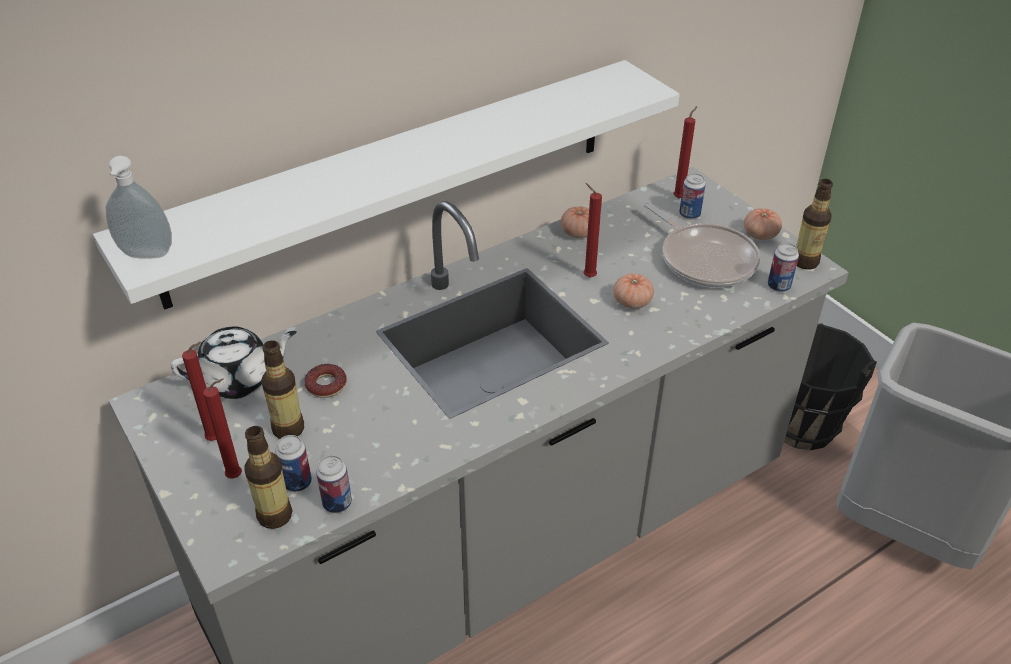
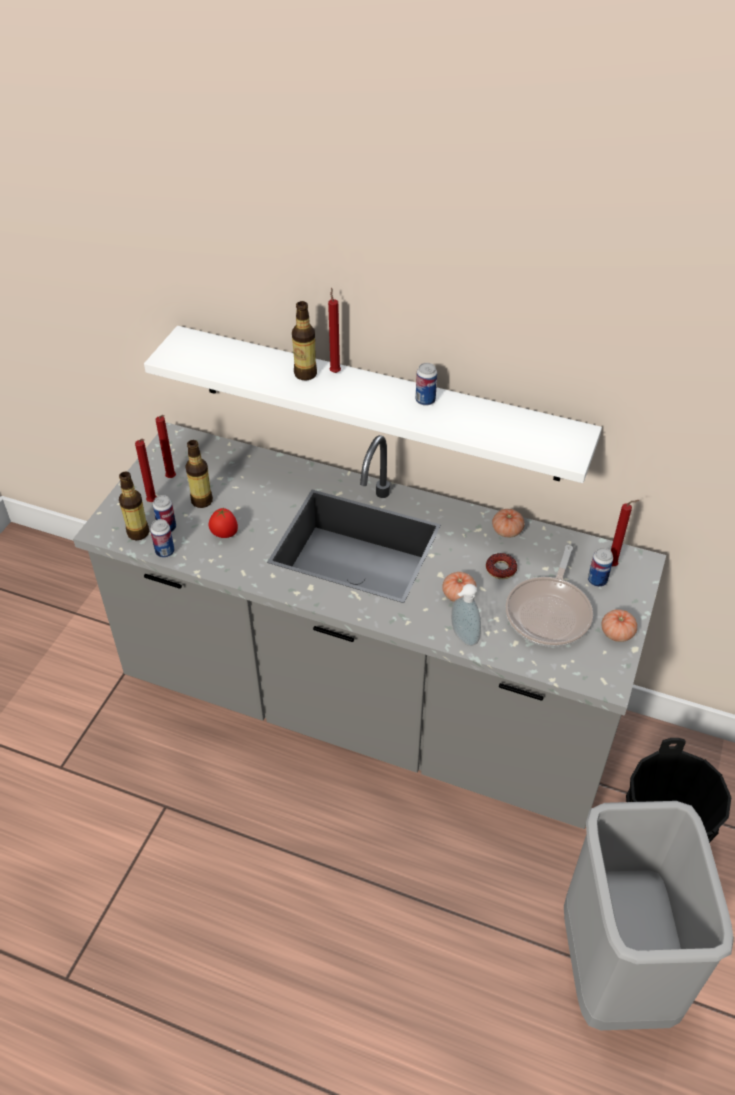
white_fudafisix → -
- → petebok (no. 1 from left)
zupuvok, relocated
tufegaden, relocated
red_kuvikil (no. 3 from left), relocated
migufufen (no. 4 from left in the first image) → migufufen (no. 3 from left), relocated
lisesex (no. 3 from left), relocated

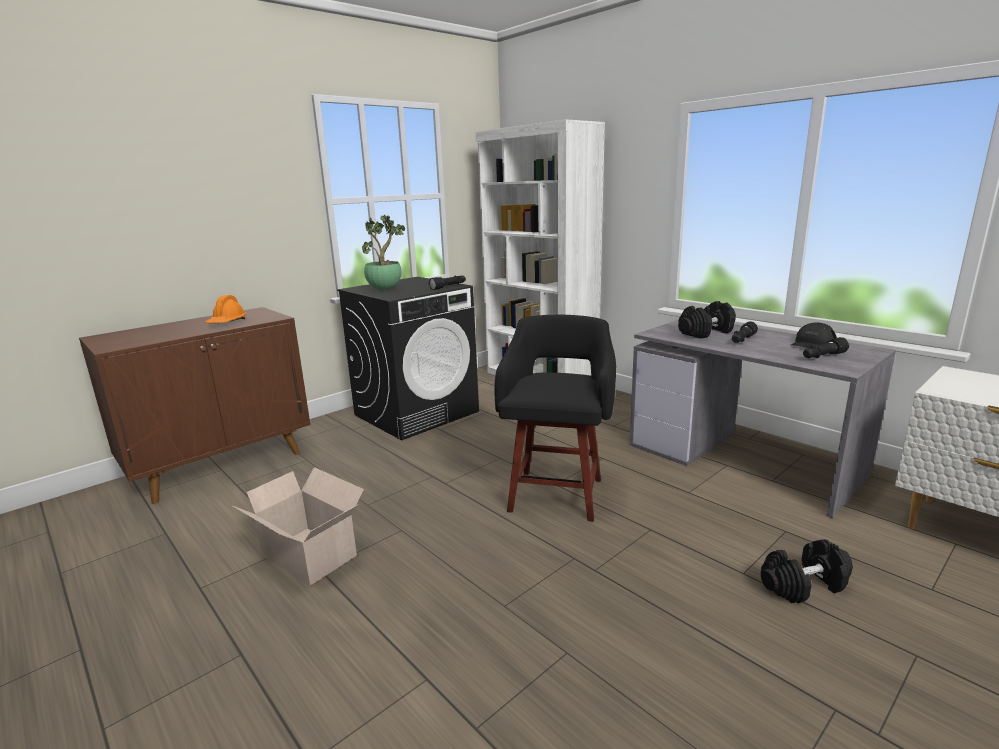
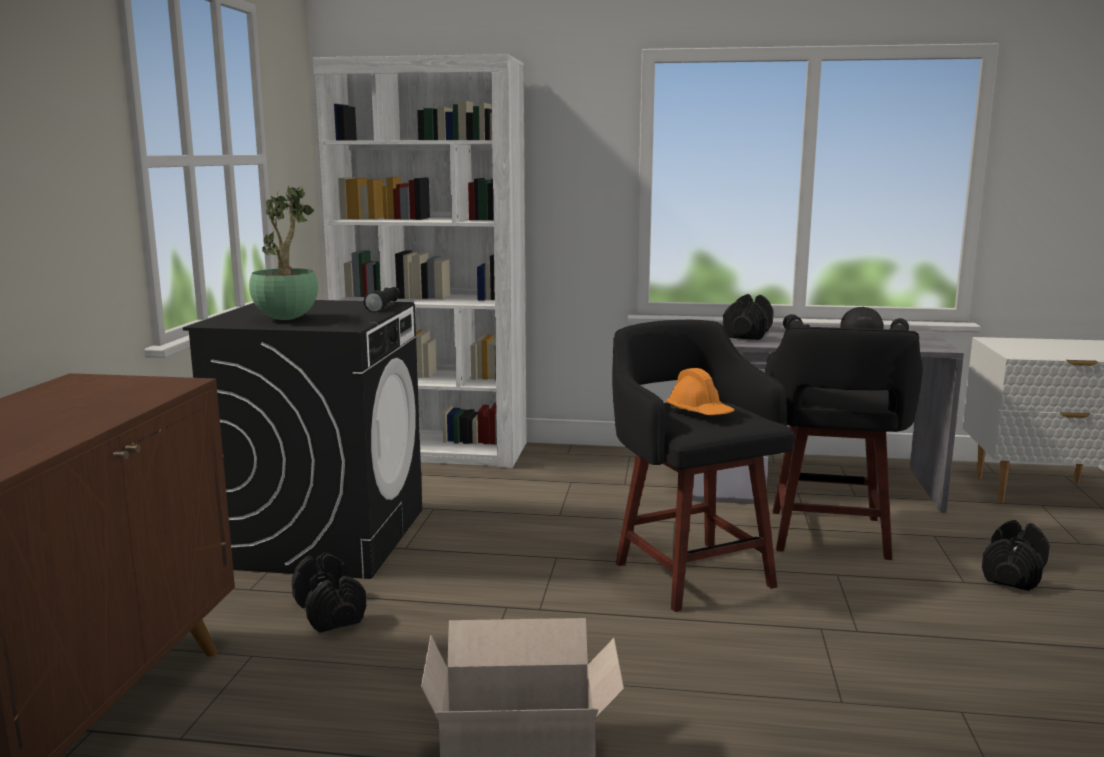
- → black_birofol (no. 1 from left)
- → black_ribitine (no. 2 from left)
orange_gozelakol, relocated

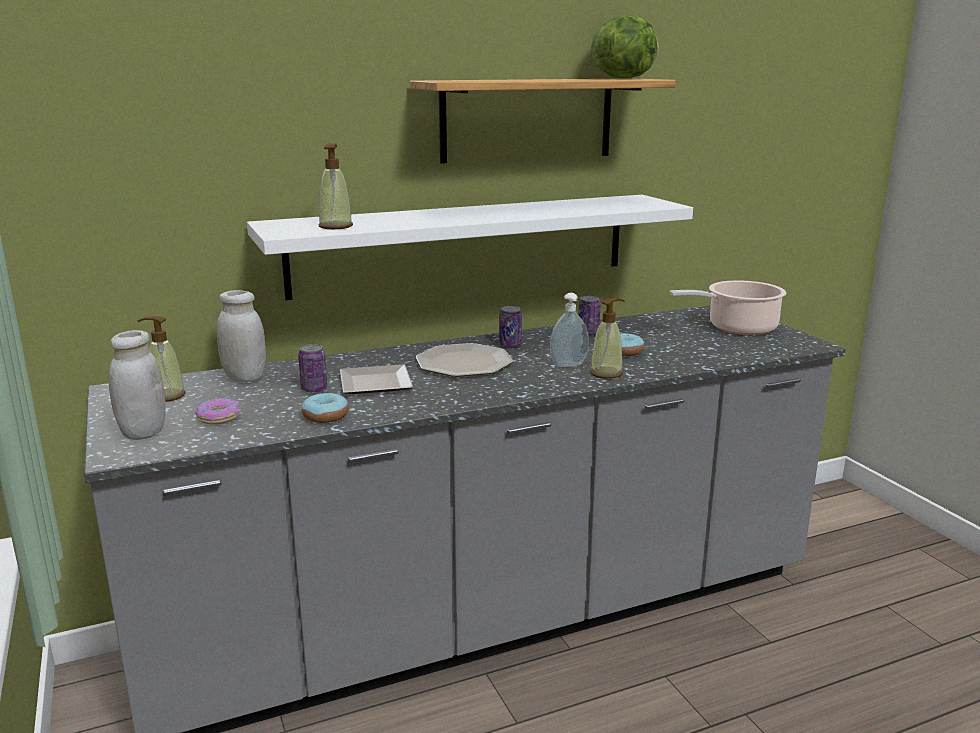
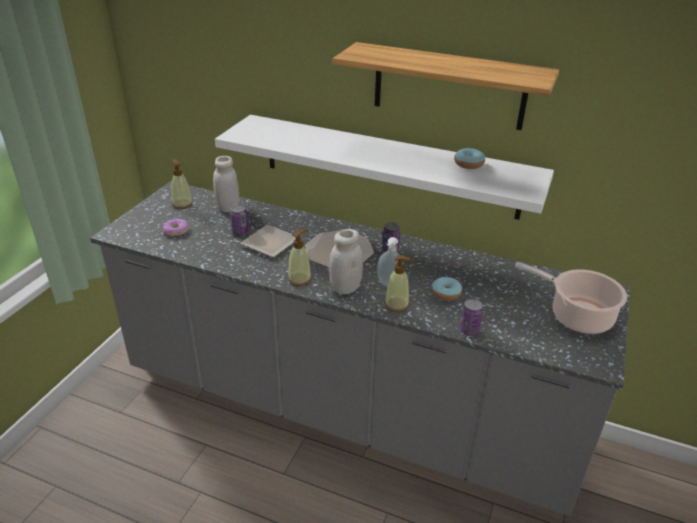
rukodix → -
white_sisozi (no. 1 from left in the first image) → white_sisozi (no. 2 from left), relocated
tufegaden (no. 2 from left in the first image) → tufegaden (no. 3 from left), relocated
zupuvok (no. 2 from left), relocated
migufufen (no. 3 from left), relocated

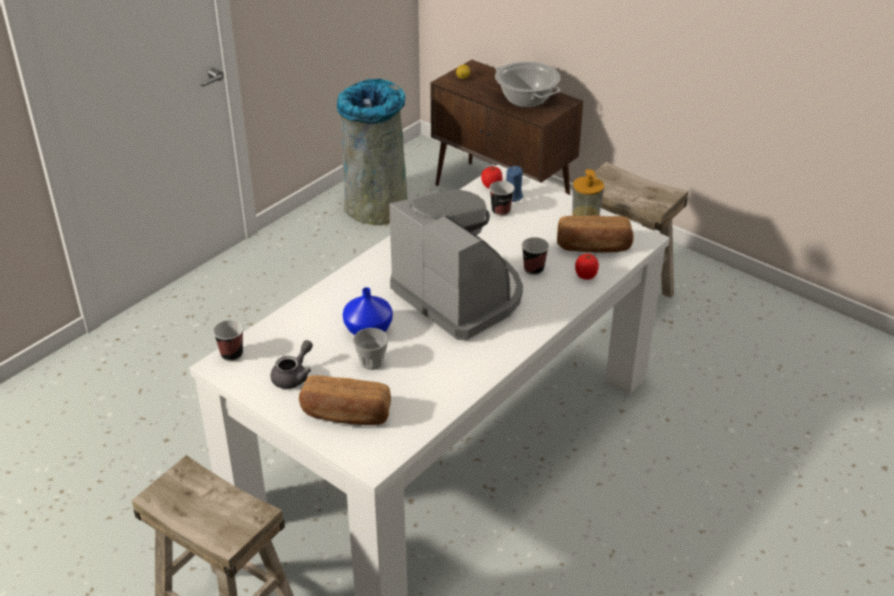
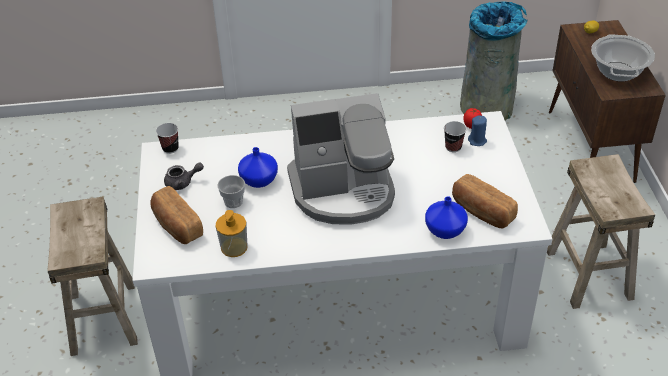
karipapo (no. 4 from left) → -
zupuvok, relocated
petebok (no. 2 from left) → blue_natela (no. 2 from left)
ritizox, 75 degrees clockwise

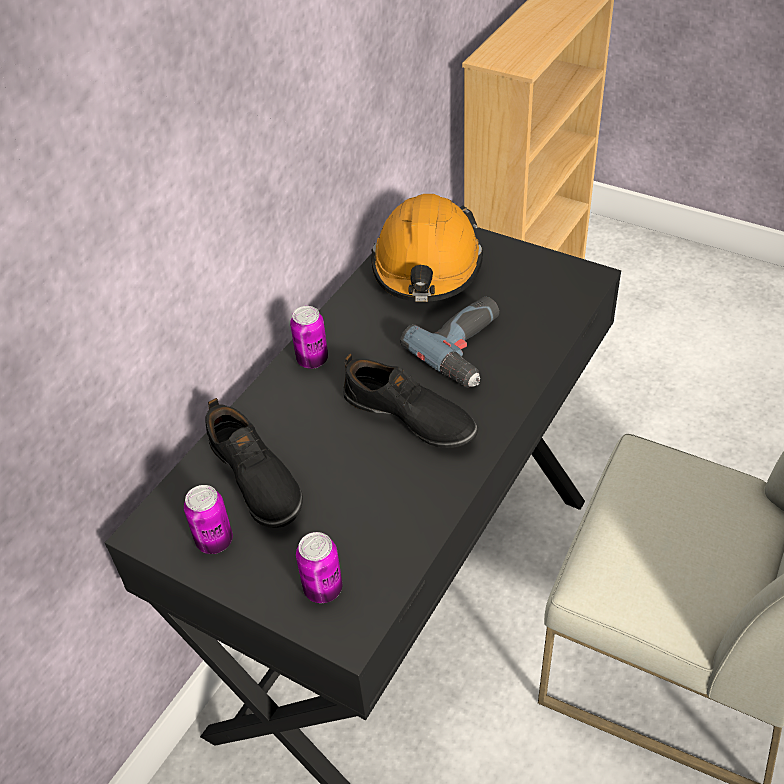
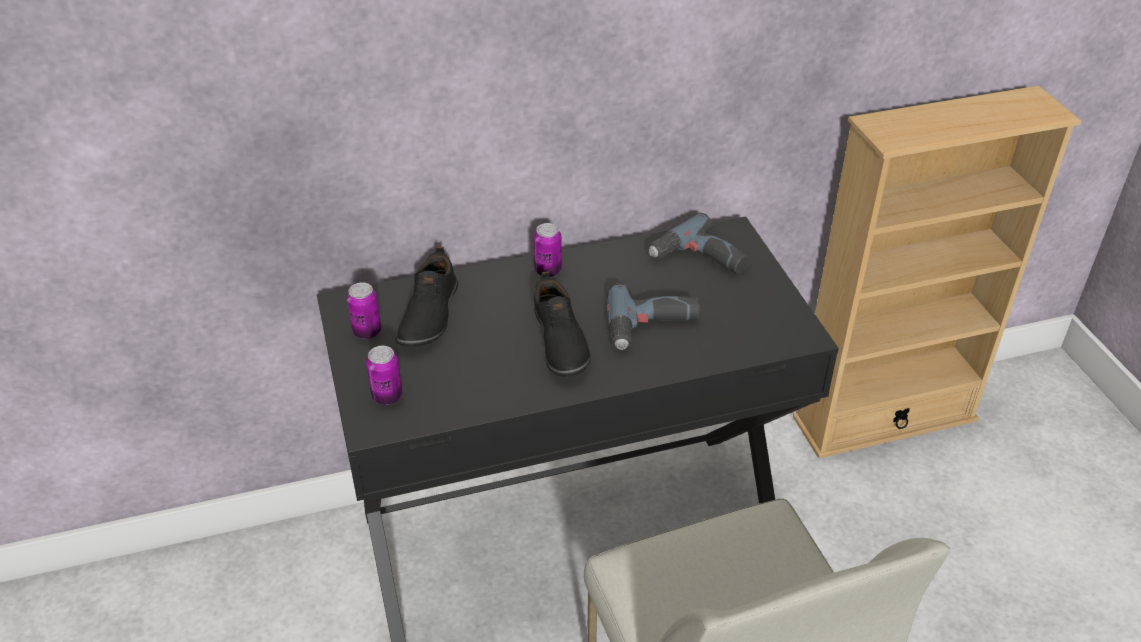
orange_gozelakol → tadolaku (no. 2 from left)

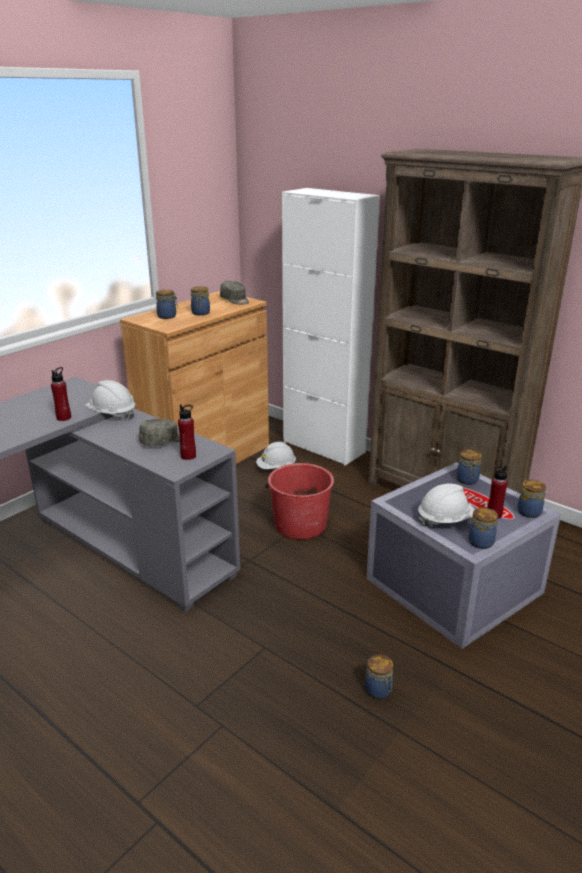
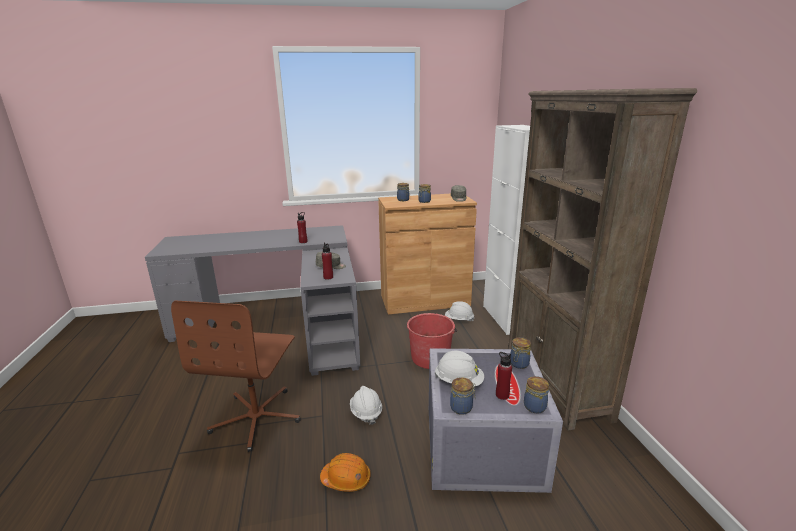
- → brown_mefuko
white_gozelakol (no. 1 from left), relocated
sisozi (no. 3 from left) → orange_gozelakol

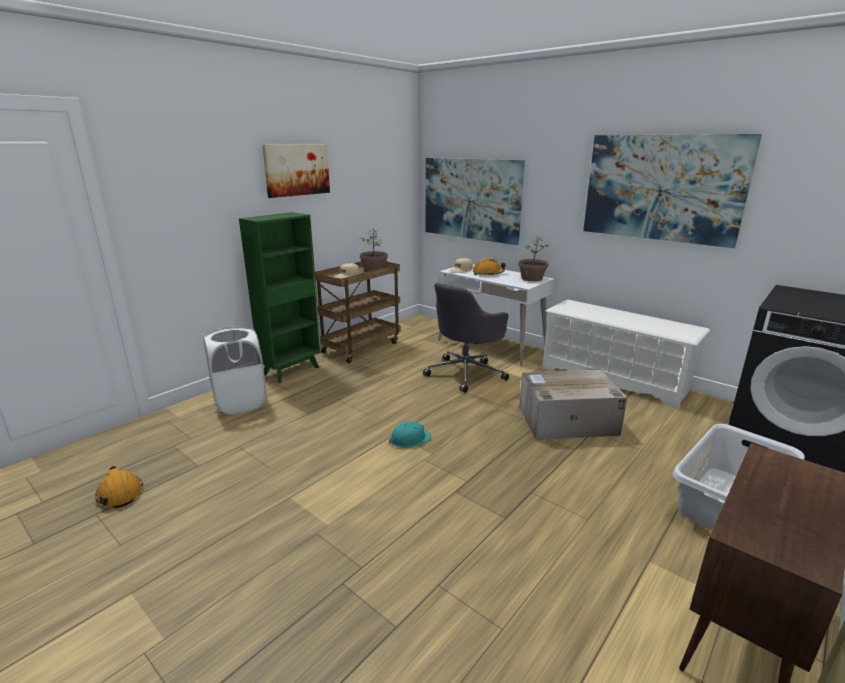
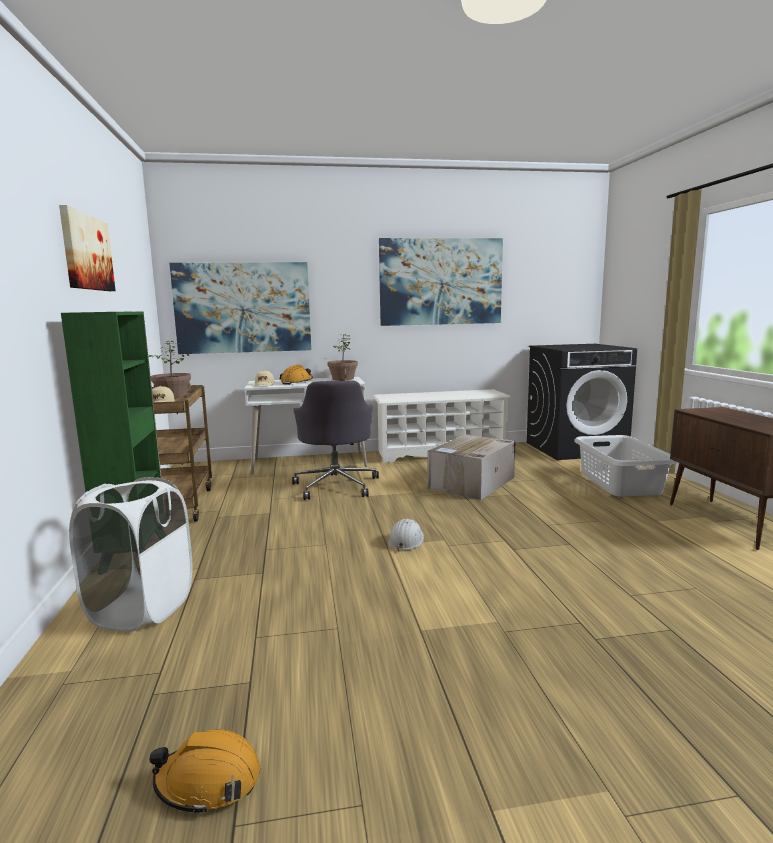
turquoise_gozelakol → white_gozelakol

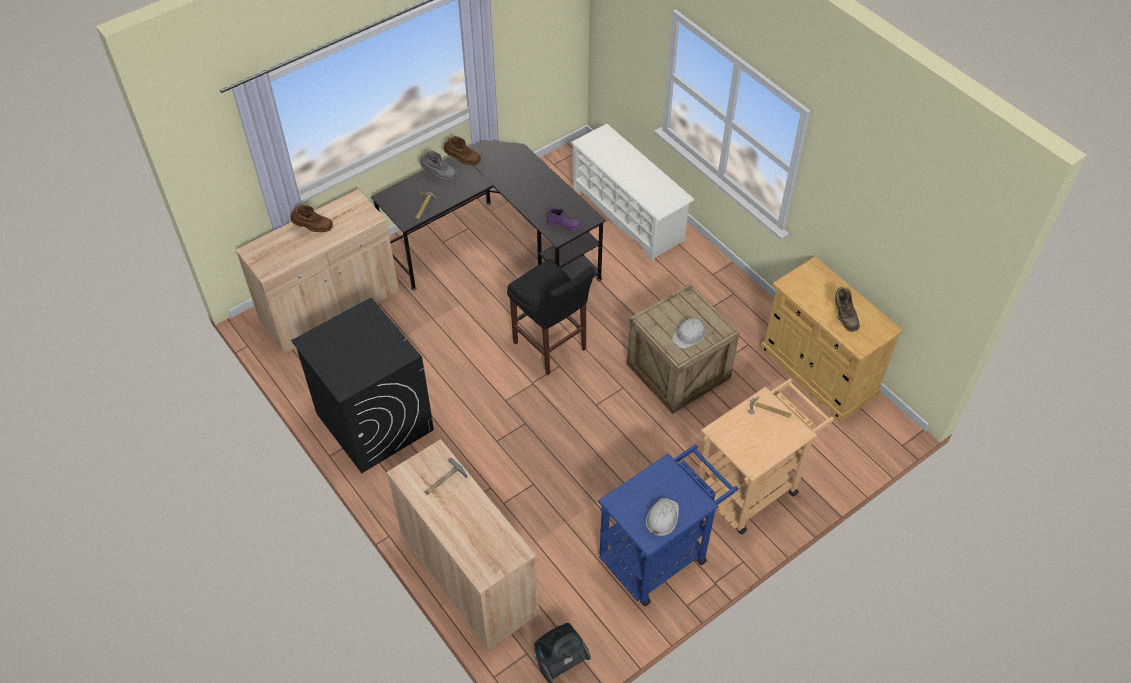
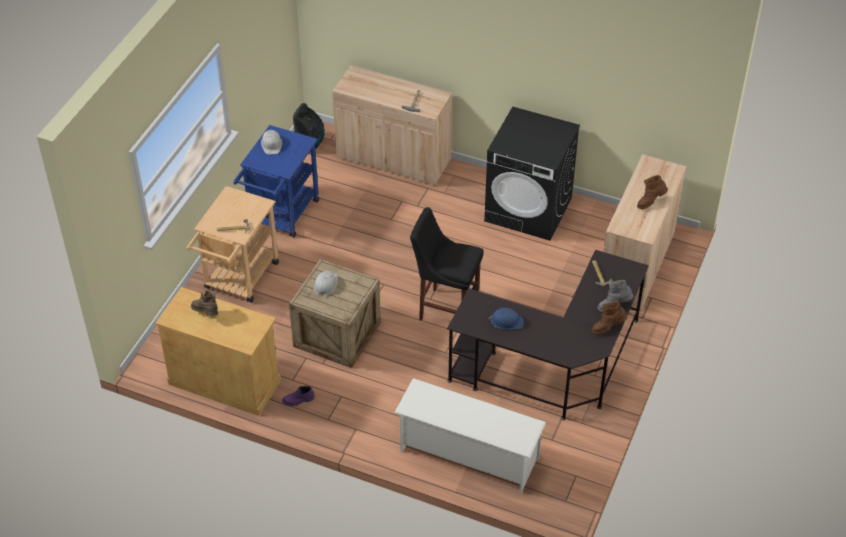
- → blue_gozelakol
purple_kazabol, relocated

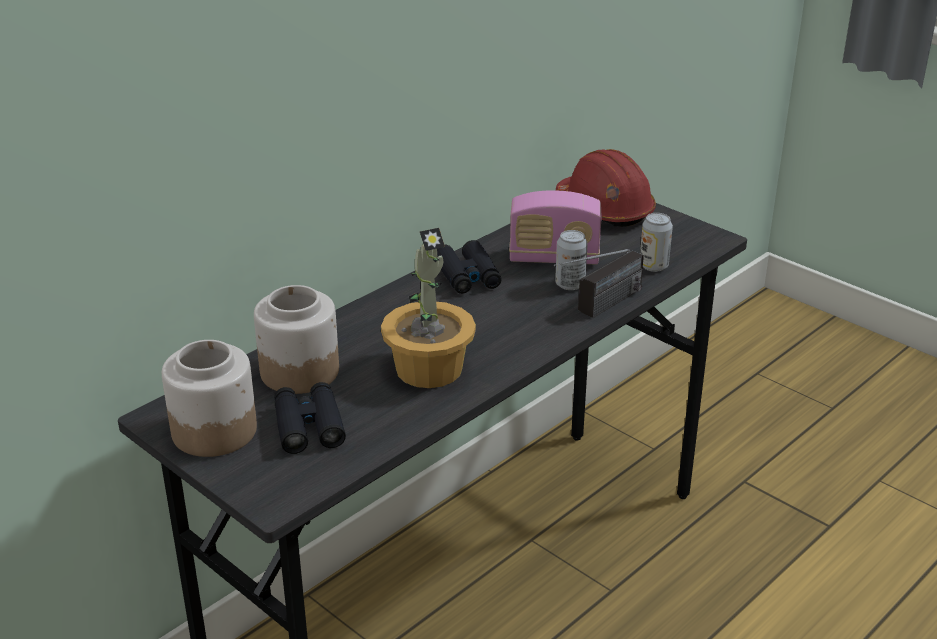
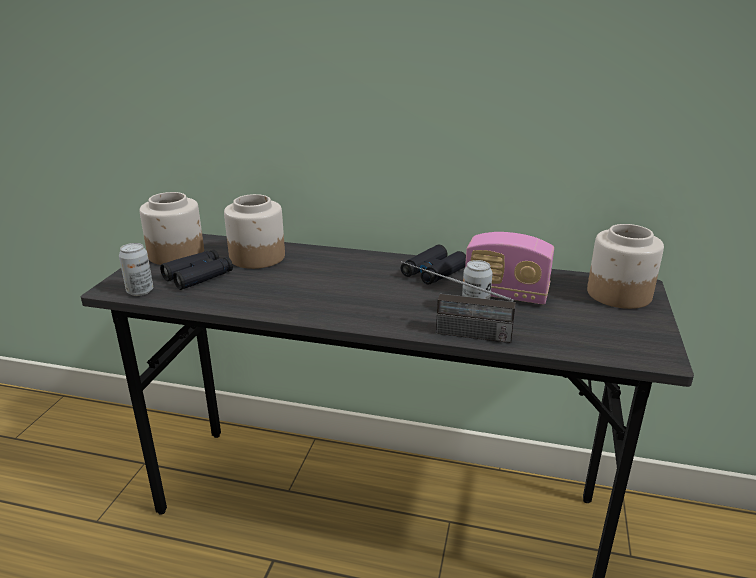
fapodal → -
migufufen (no. 2 from left in the first image) → migufufen (no. 1 from left), relocated
red_gozelakol → sisozi (no. 3 from left)
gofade (no. 1 from left in the first image) → gofade (no. 2 from left), 45 degrees counterclockwise

